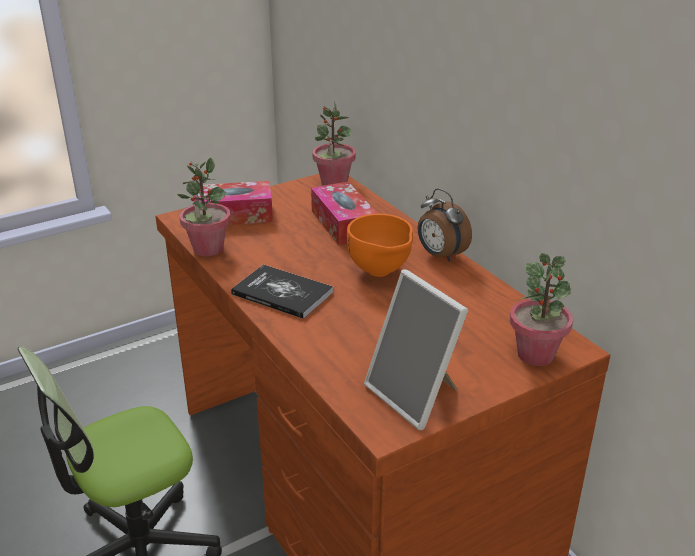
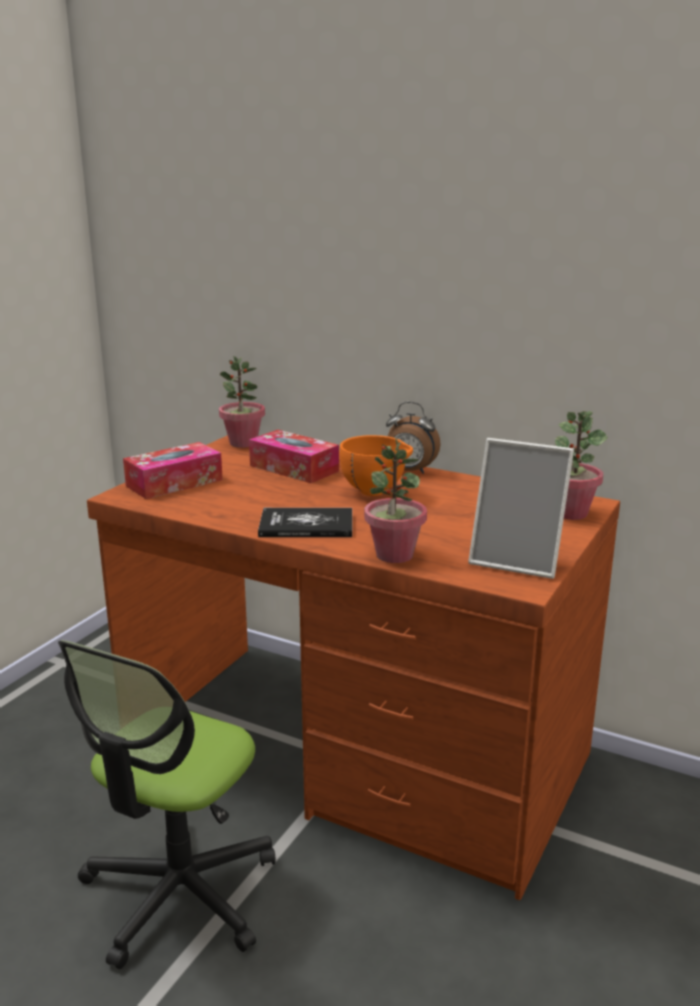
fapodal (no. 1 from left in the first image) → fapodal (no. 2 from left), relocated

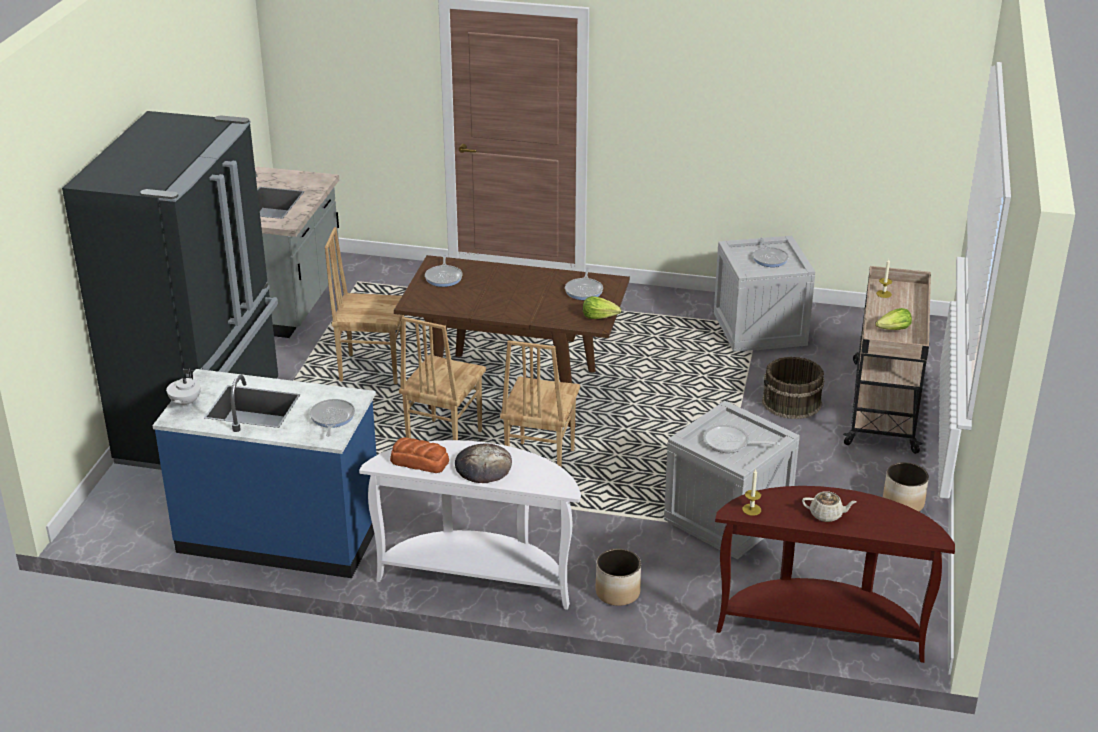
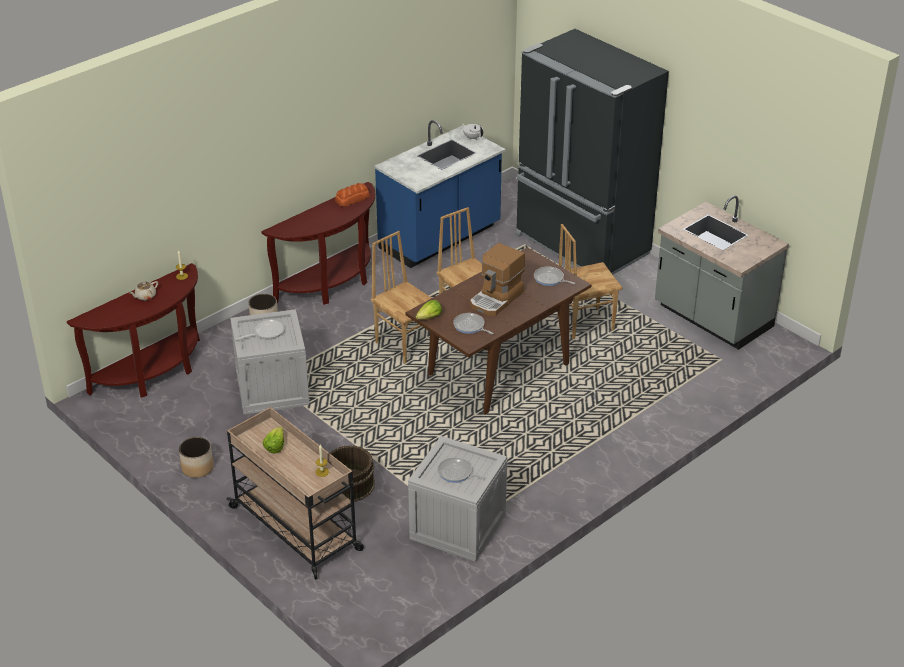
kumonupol (no. 1 from left) → -
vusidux (no. 2 from left) → -
- → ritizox
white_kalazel → brown_kalazel (no. 2 from left)
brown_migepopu (no. 1 from left in the first image) → brown_migepopu (no. 3 from left), 150 degrees counterclockwise

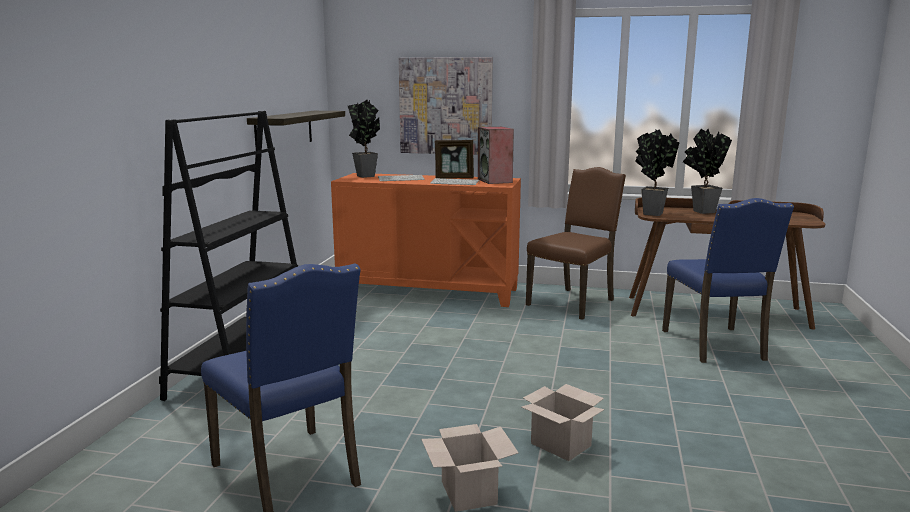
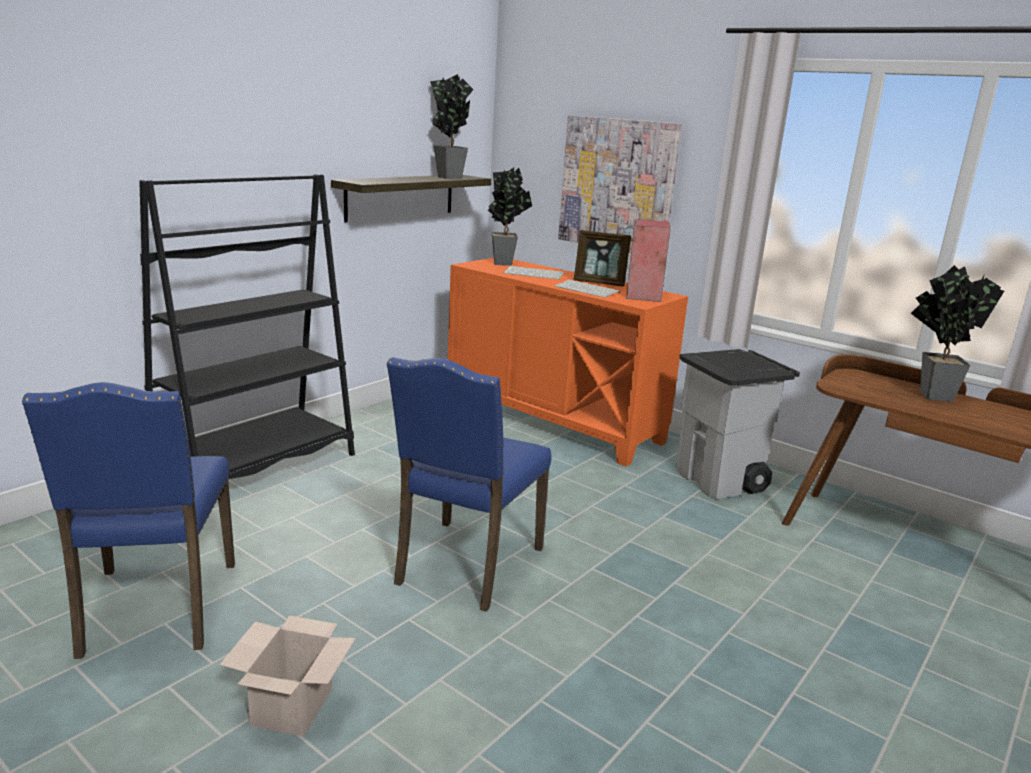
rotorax (no. 2 from left) → -
fapodal (no. 2 from left in the first image) → fapodal (no. 1 from left), relocated
blue_migepopu (no. 2 from left), relocated
brown_migepopu → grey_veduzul

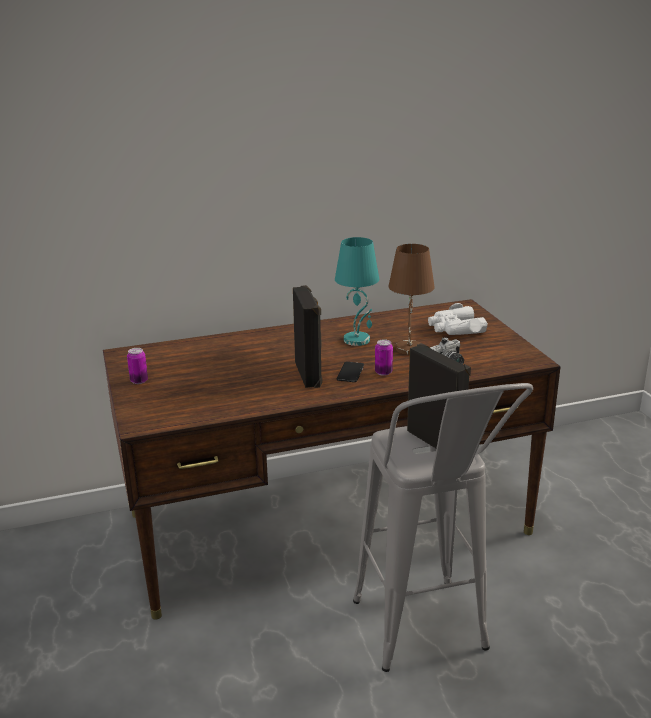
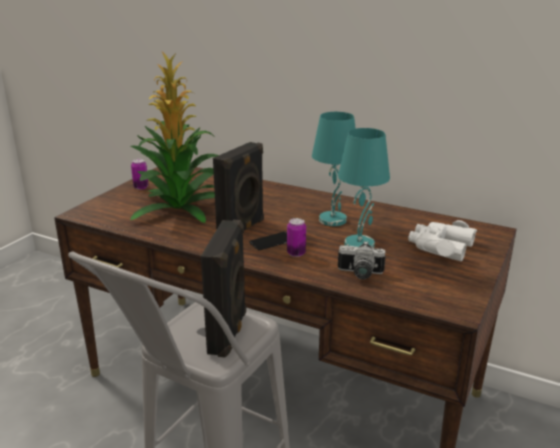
- → fapodal
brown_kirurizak → turquoise_kirurizak (no. 2 from left)

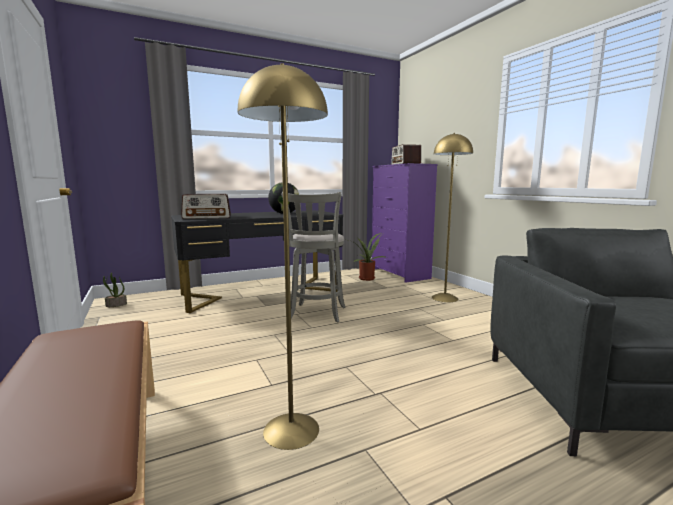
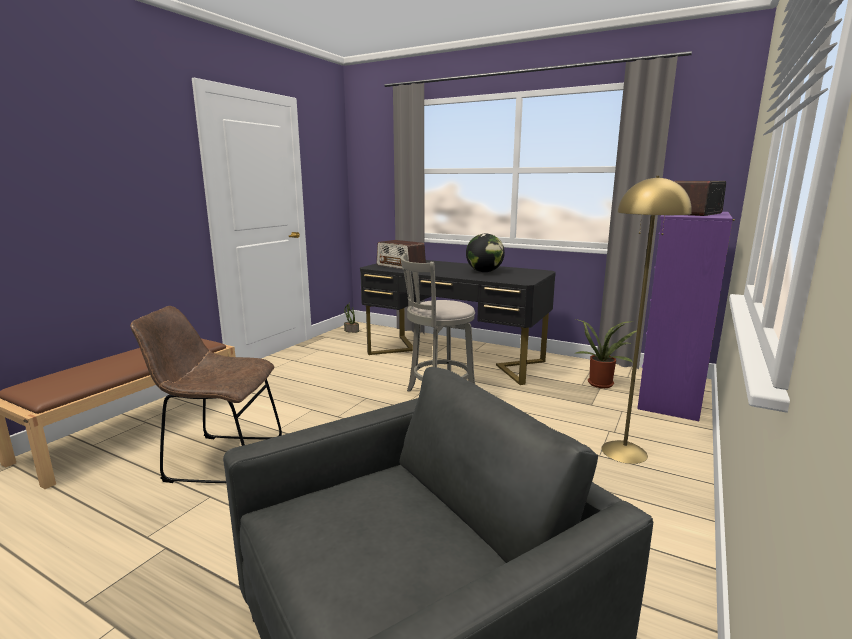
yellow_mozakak (no. 1 from left) → brown_migepopu

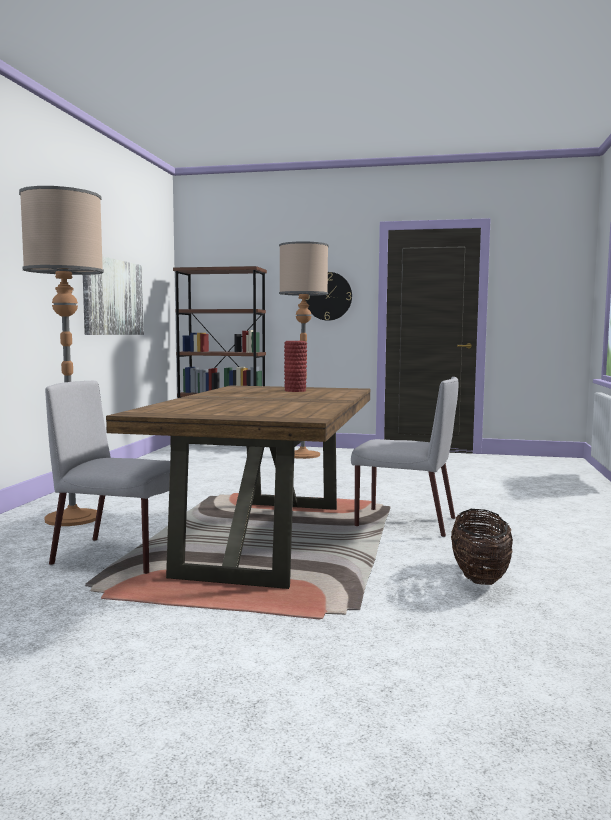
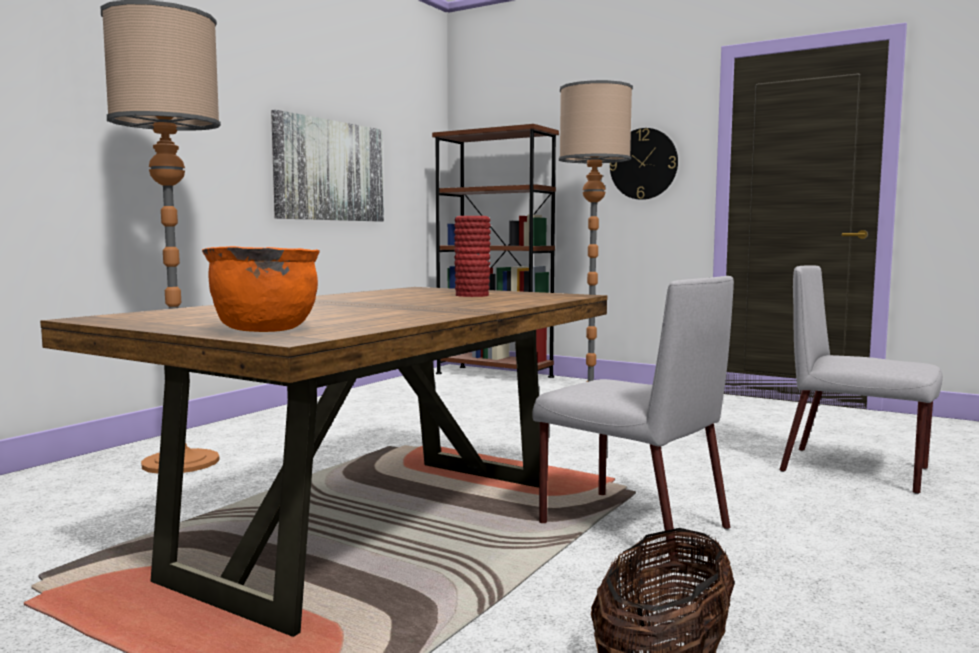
- → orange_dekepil
grey_migepopu (no. 1 from left in the first image) → grey_migepopu (no. 2 from left), relocated

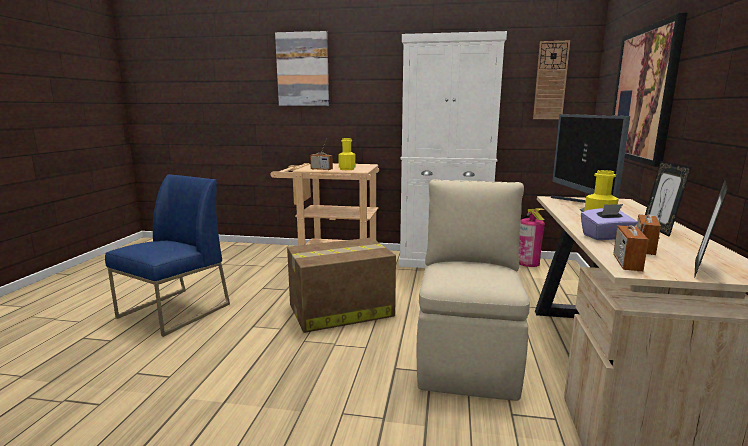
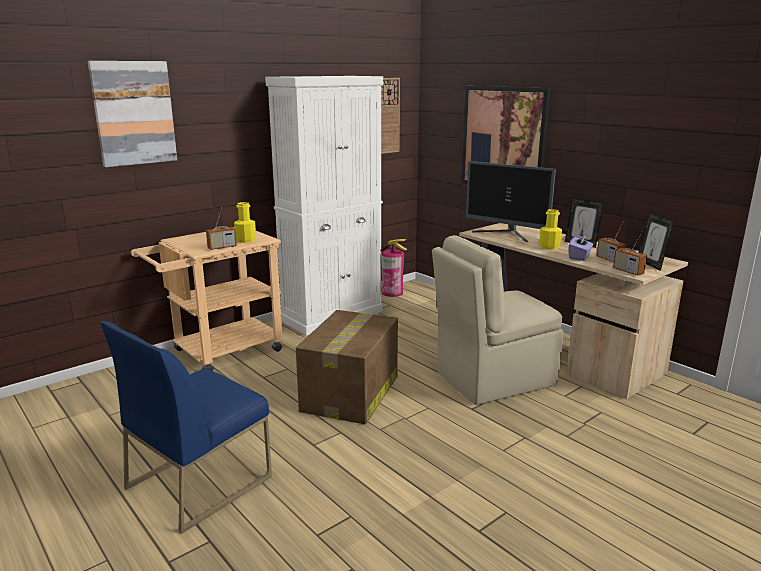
blue_migepopu, 120 degrees counterclockwise
beige_migepopu, 75 degrees counterclockwise

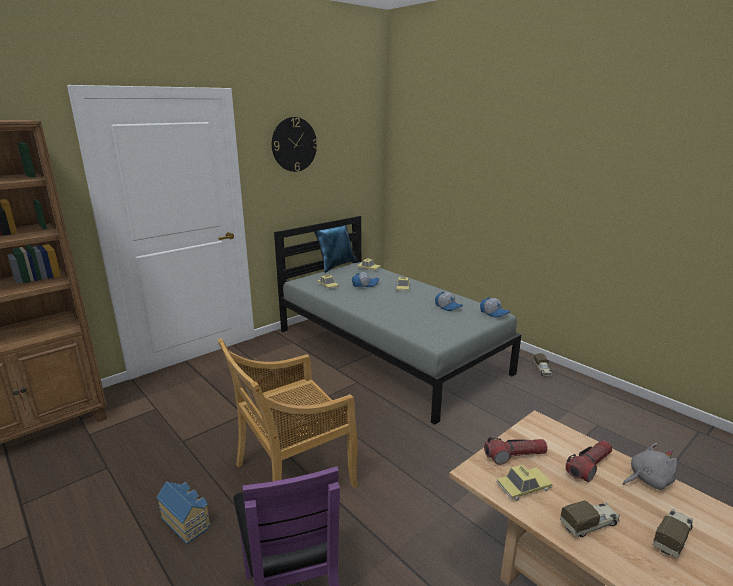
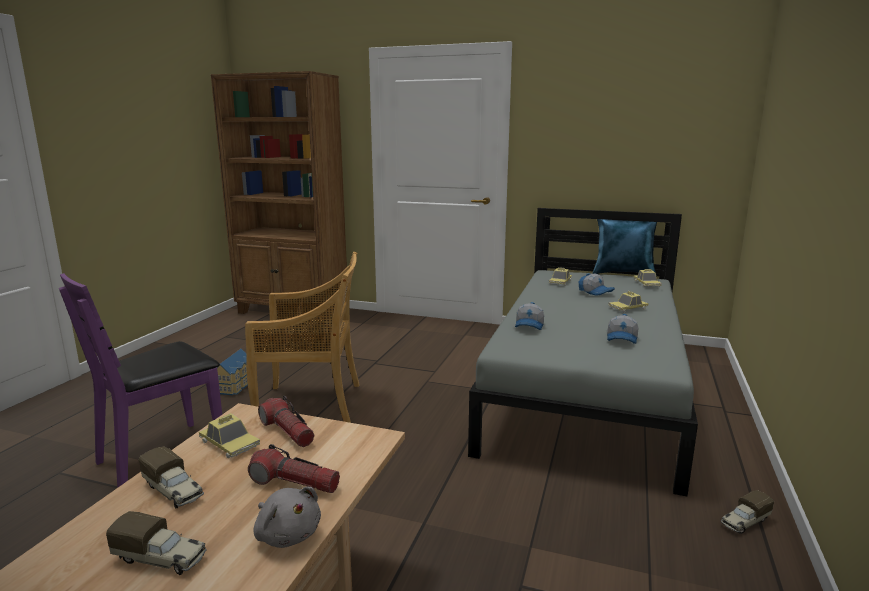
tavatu → -
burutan (no. 3 from left in the first image) → burutan (no. 1 from left), relocated
beige_migepopu, 150 degrees clockwise

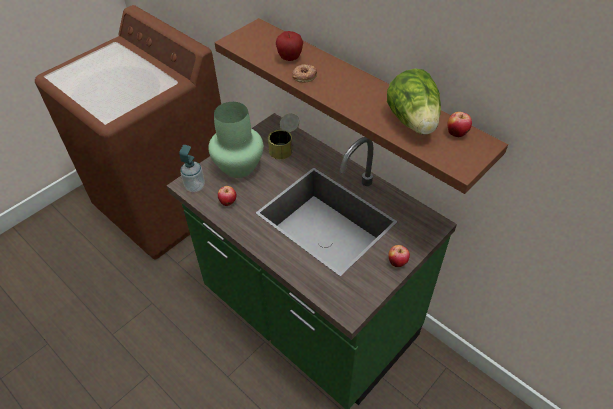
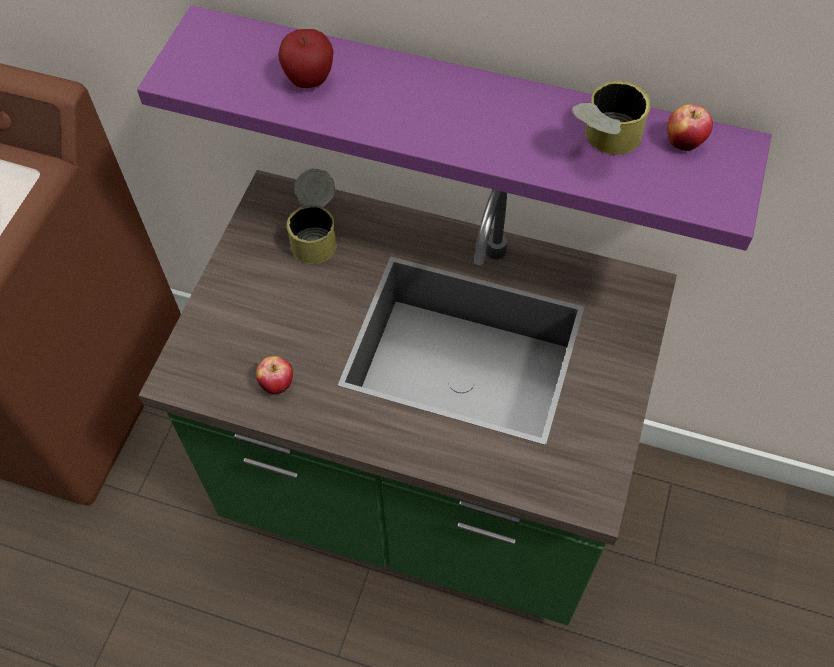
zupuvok → -
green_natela → -
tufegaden → -
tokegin (no. 3 from left) → -
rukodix → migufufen (no. 2 from left)
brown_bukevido → purple_bukevido

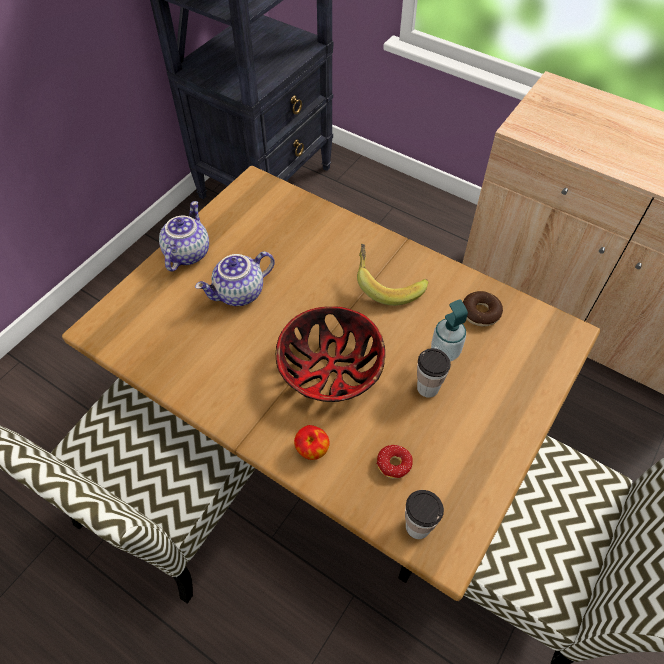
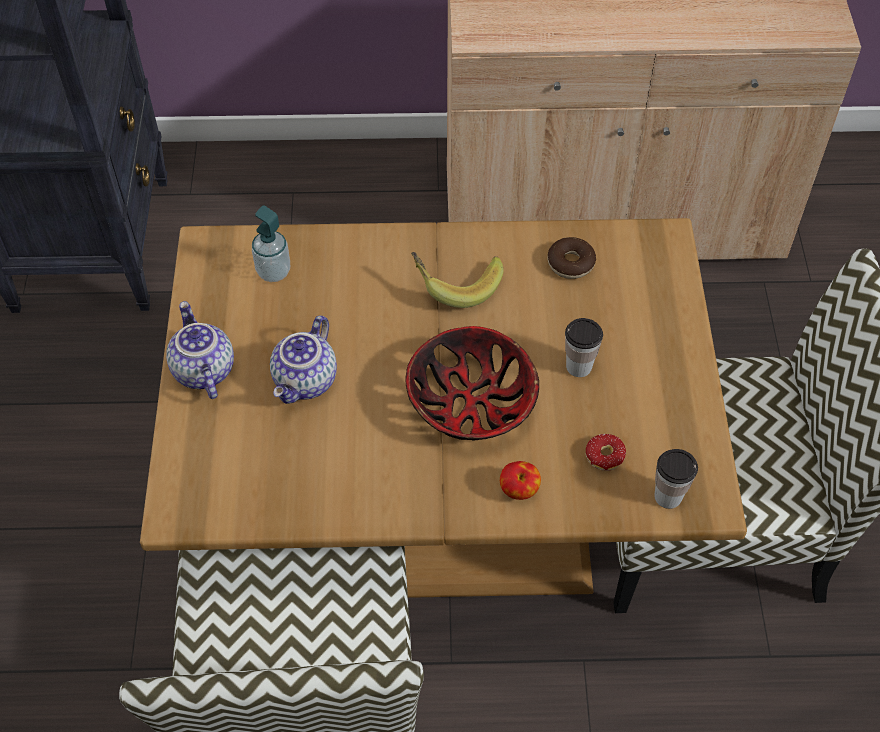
zupuvok, relocated

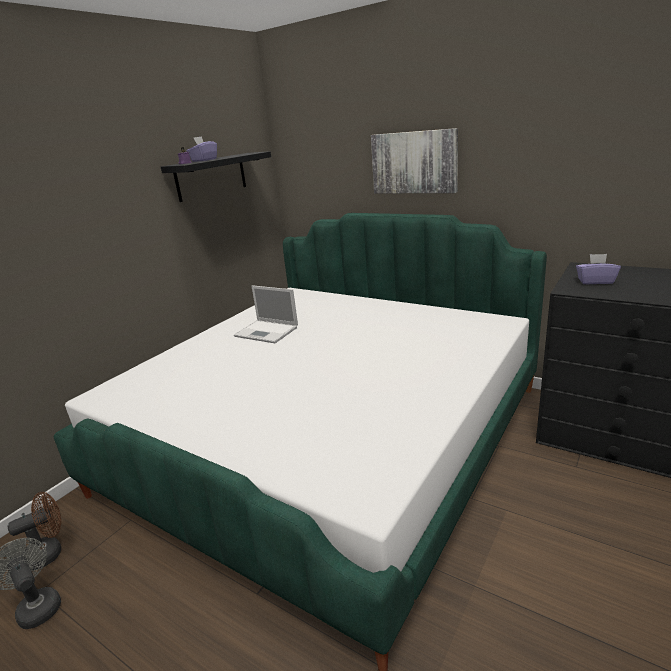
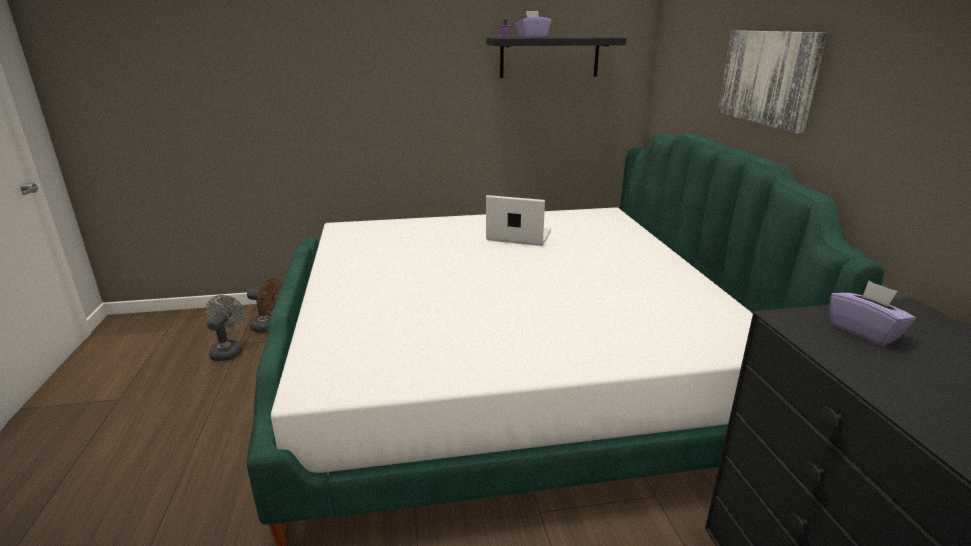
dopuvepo, 120 degrees clockwise

